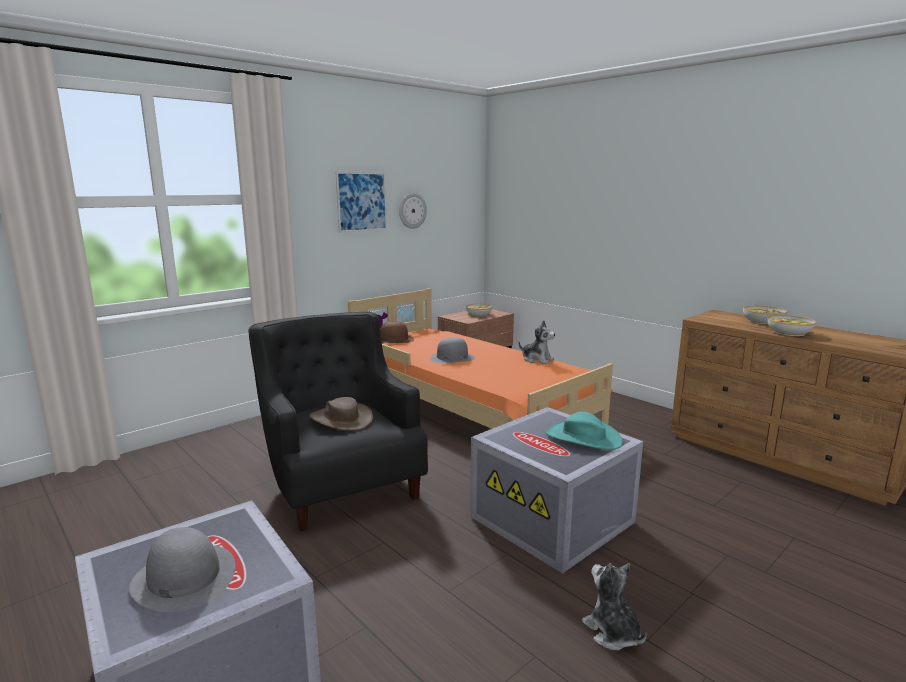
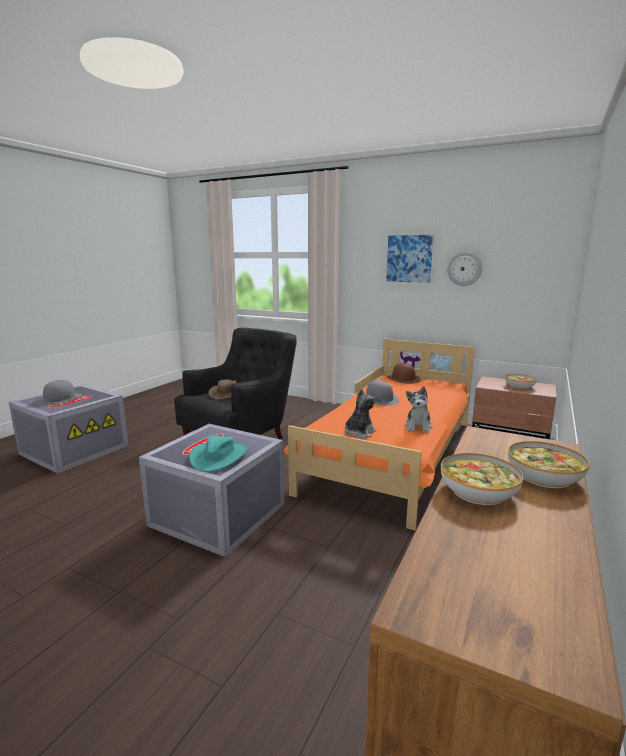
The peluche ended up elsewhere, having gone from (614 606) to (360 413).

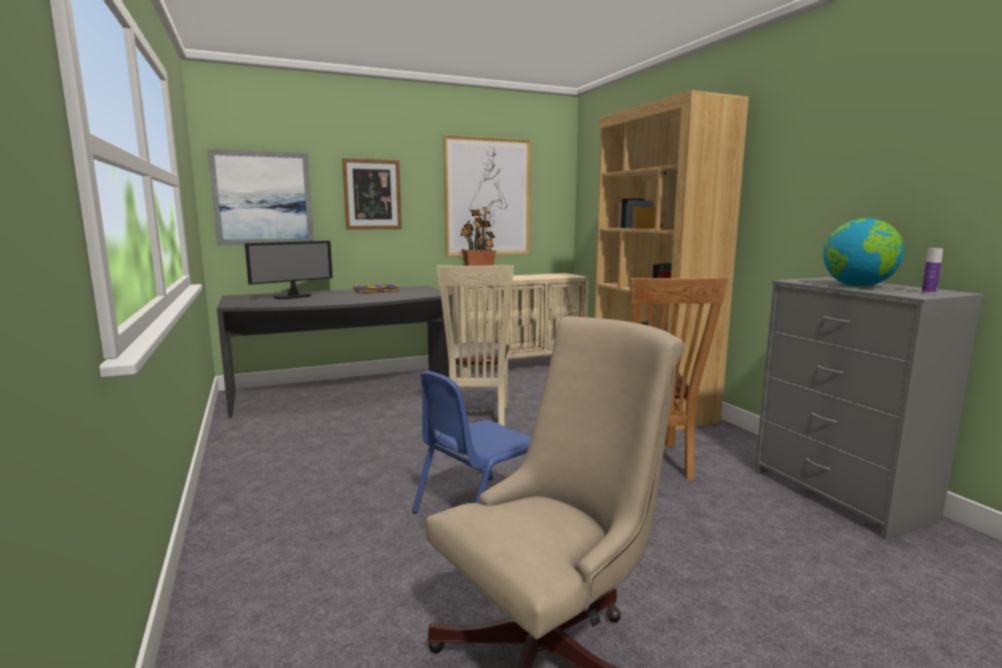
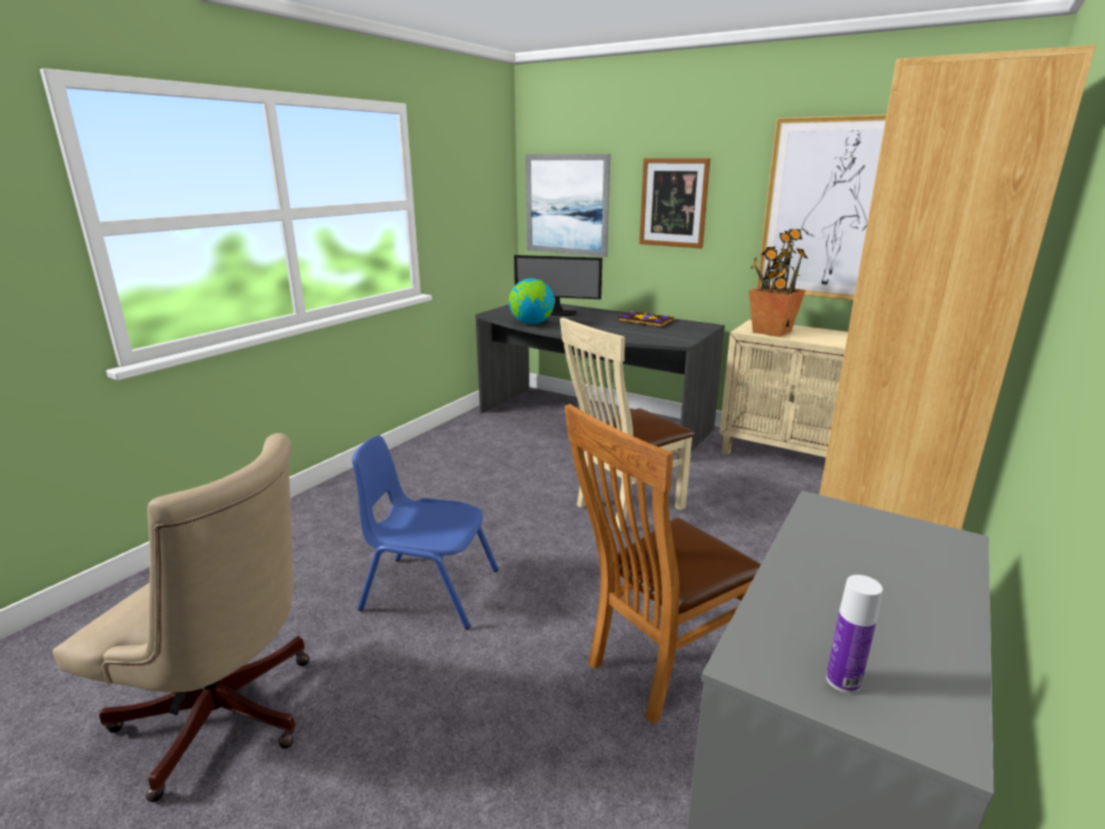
The globo terráqueo ended up elsewhere, having gone from (863 252) to (531 301).

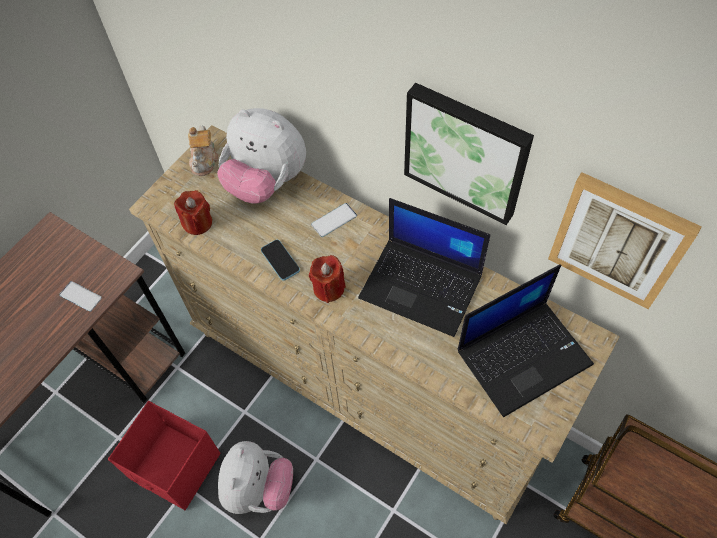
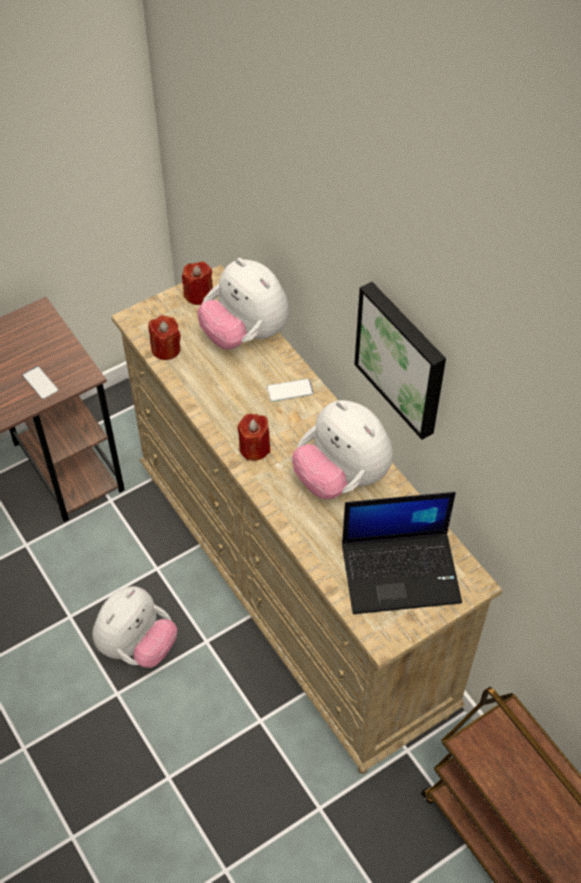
The second view lost the caja de almacenaje/rojo at (164 455).
Where the tetera stood at (203 151), the vela/rojo came to stand at (197 283).
The second view lost the móvil at (280 260).
Where the portátil stood at (424 267), the peluche came to stand at (342 449).
The second view lost the cuadro at (625 240).

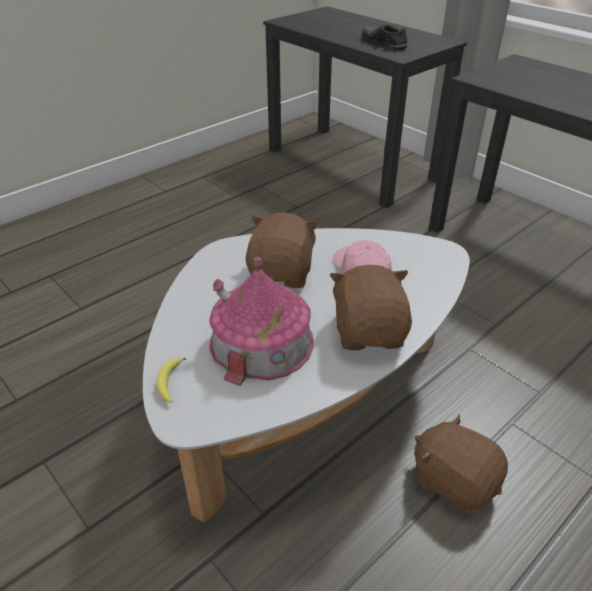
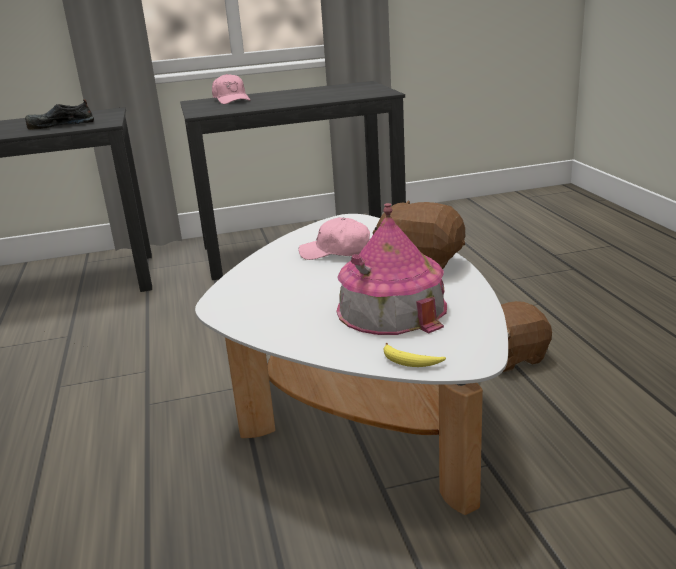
The second view lost the peluche/marrón at (282 250).
The second view gained the gorra/rosa at (231 89).

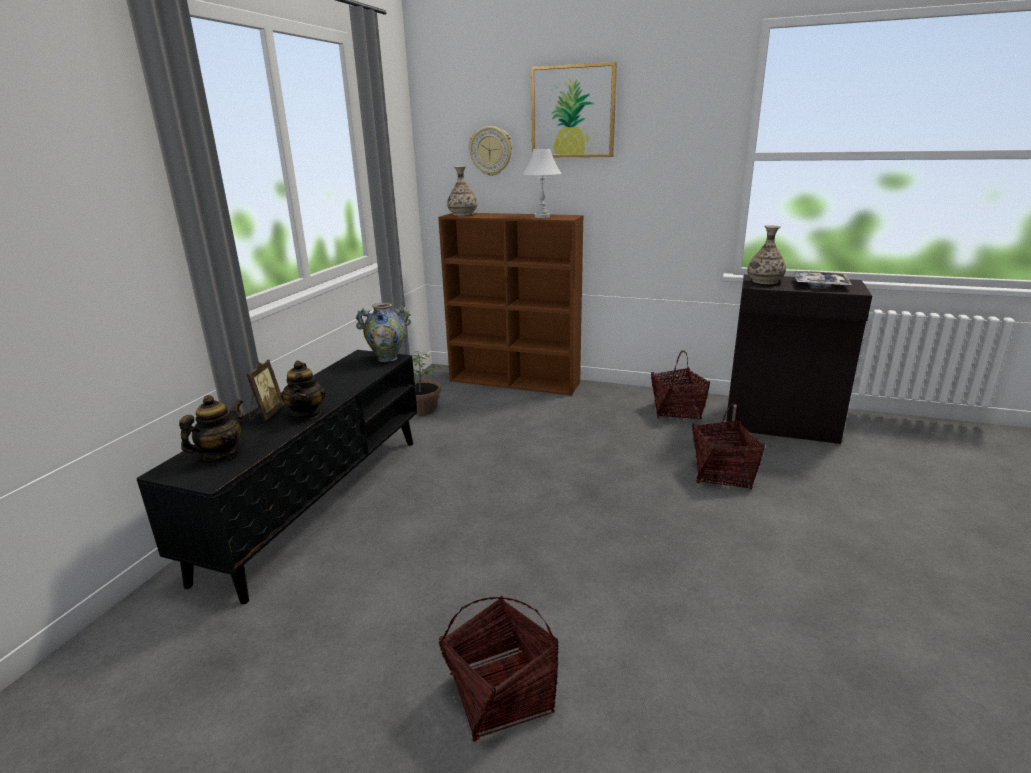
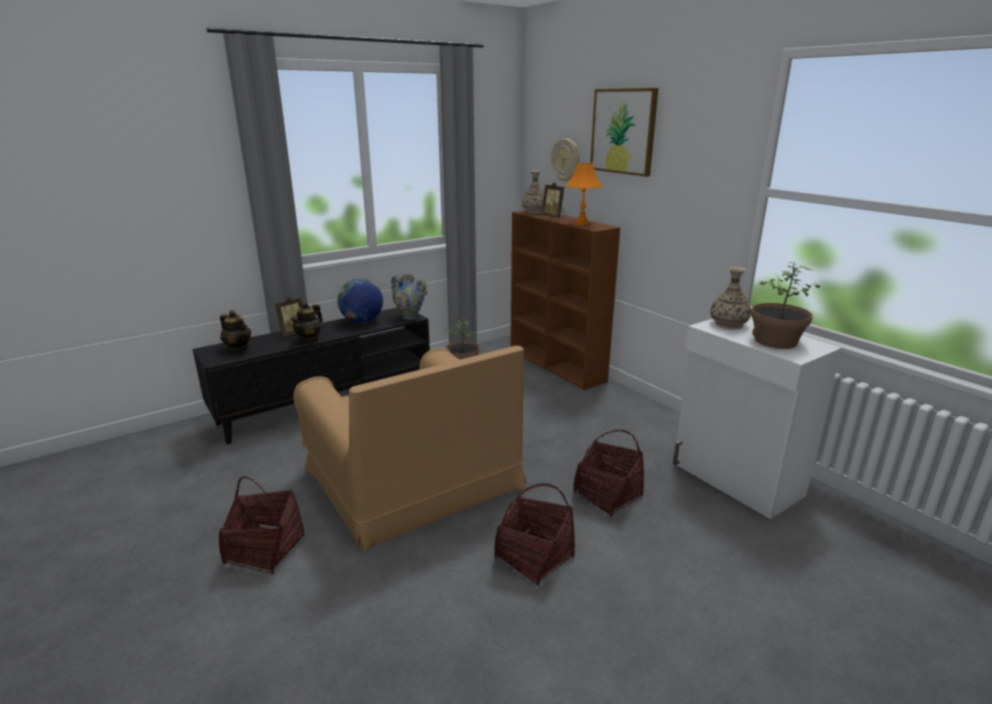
The tetera at (211 428) ended up facing another way, 60 degrees clockwise from before.
What was the lámpara de mesa/blanco at (542 183) turned into the lámpara de mesa/naranja at (584 194).
The cesta ended up elsewhere, having gone from (680 385) to (534 534).
What was the armario/negro at (799 359) turned into the armario/blanco at (757 419).
Where the bandeja stood at (823 279), the planta en maceta came to stand at (785 305).
The second view gained the sillón/marrón at (410 450).
The second view gained the globo terráqueo at (360 301).
The second view gained the portarretratos at (553 200).

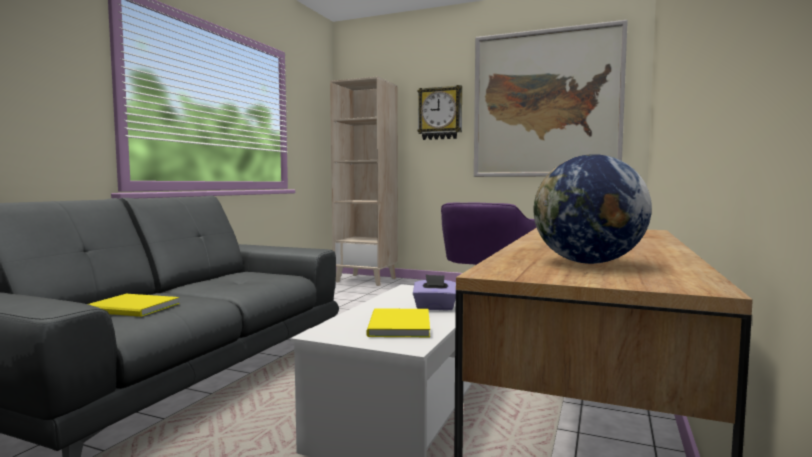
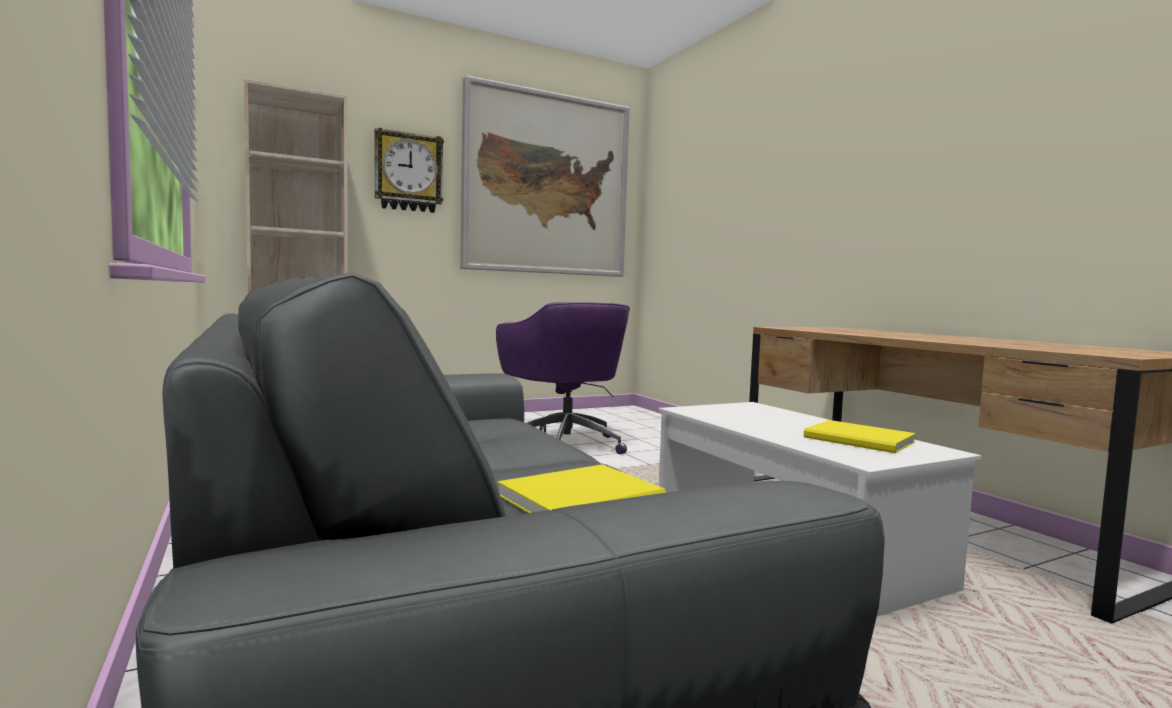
The second view lost the caja de pañuelos/morado at (434 292).
The second view lost the globo terráqueo at (593 209).

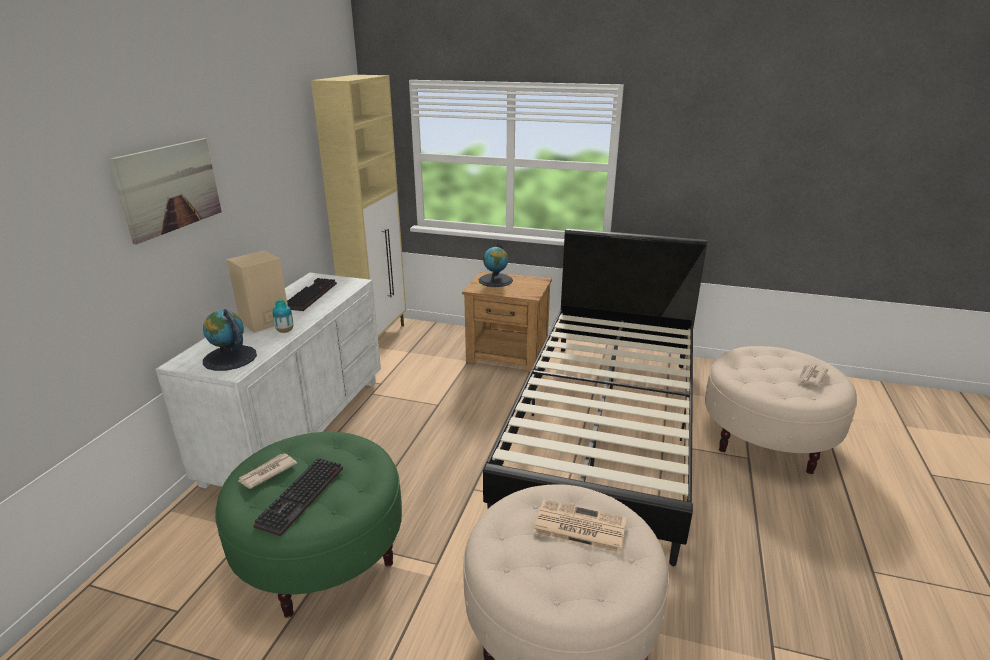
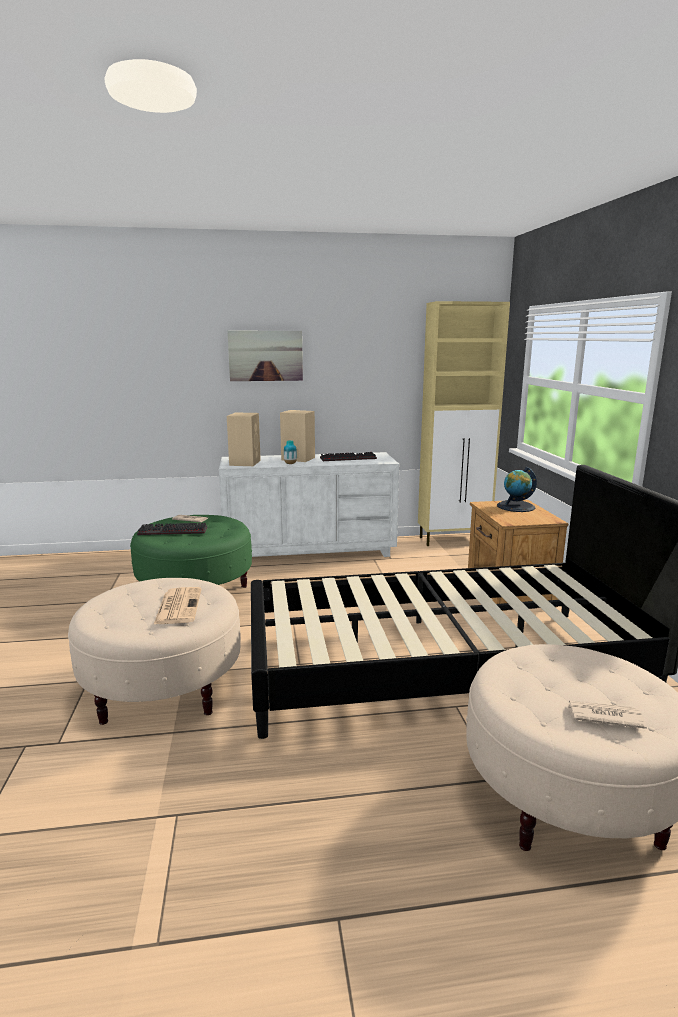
Where the globo terráqueo stood at (230 340), the altavoz/beis came to stand at (244 439).

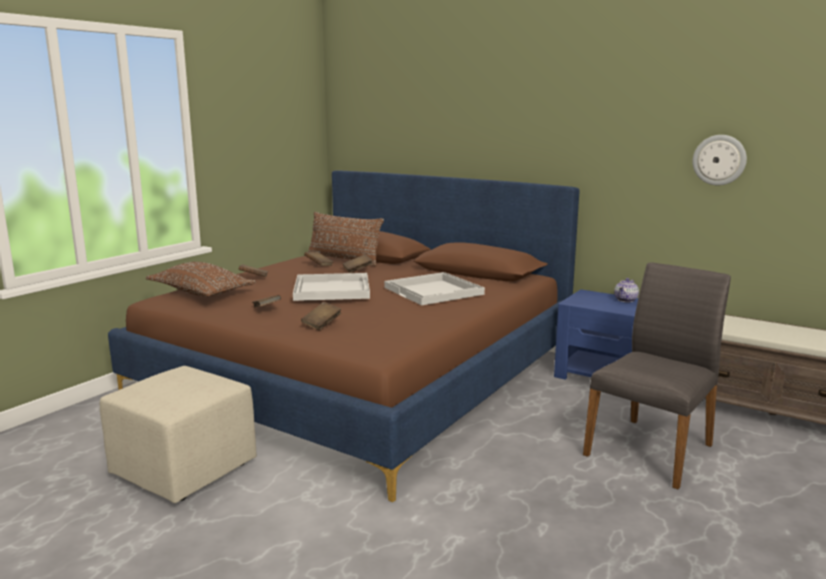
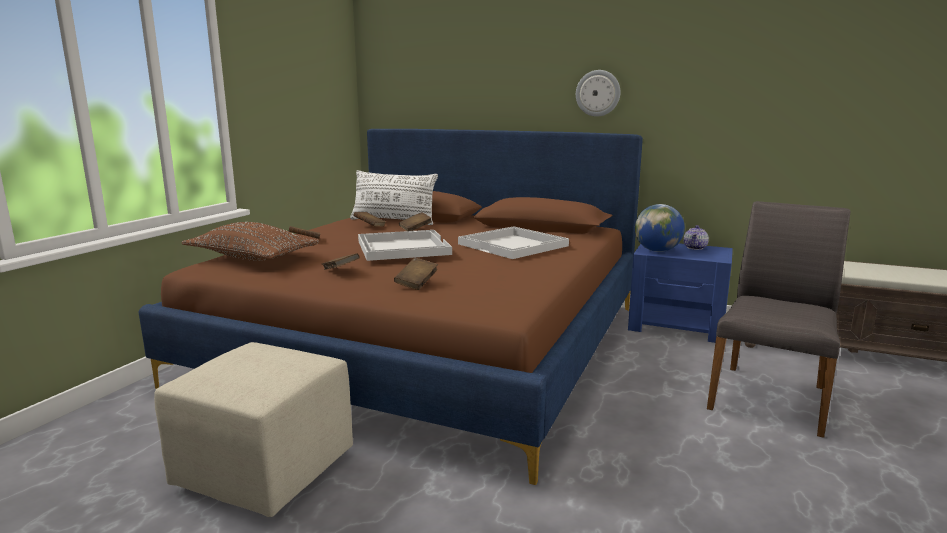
What was the cojín/marrón at (346 239) turned into the cojín/blanco at (394 197).
The reloj de pared ended up elsewhere, having gone from (720 160) to (598 93).
The second view gained the globo terráqueo at (660 228).

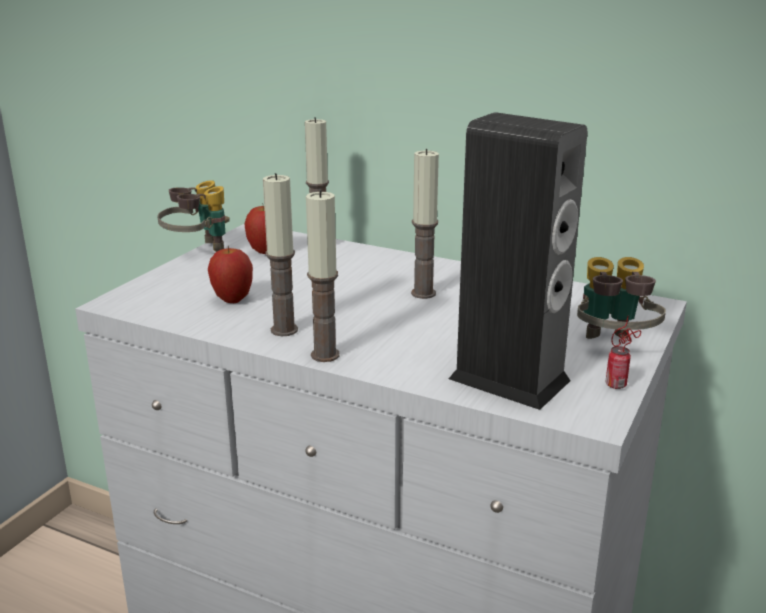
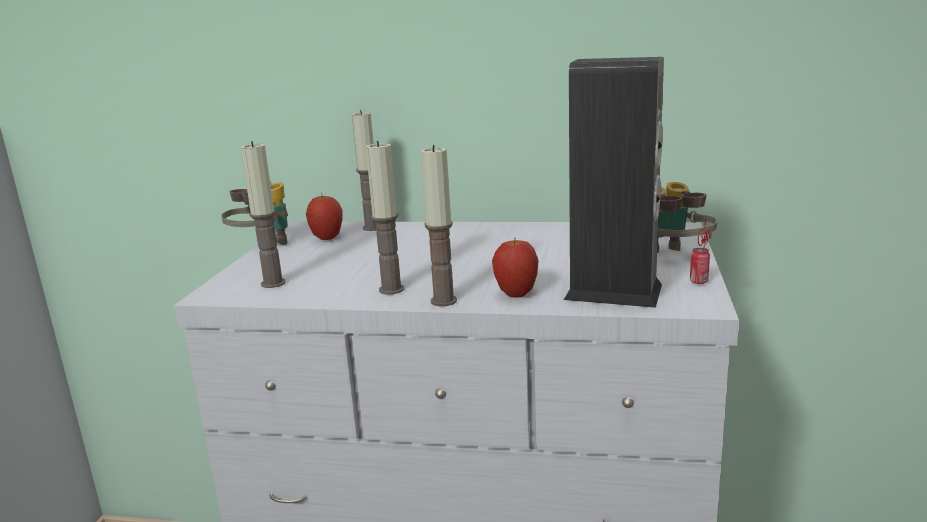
The manzana ended up elsewhere, having gone from (230 274) to (515 268).
The vela ended up elsewhere, having gone from (425 224) to (263 214).

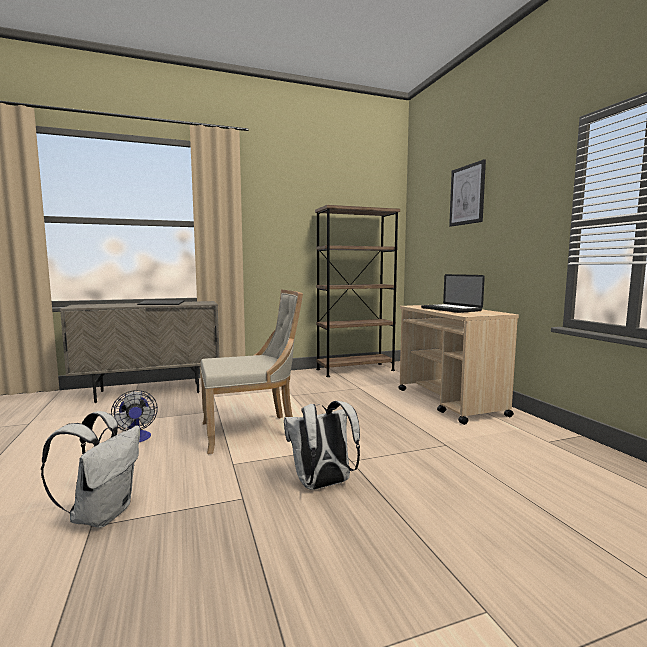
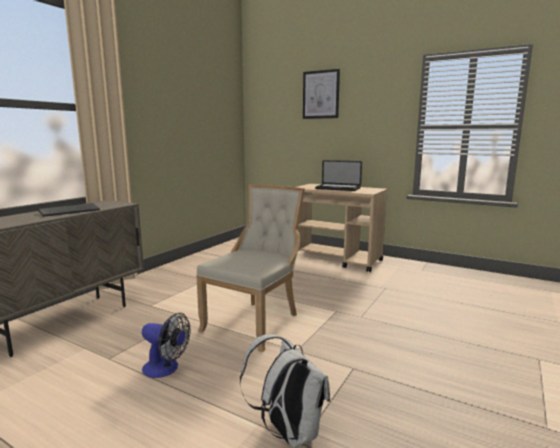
The second view lost the mochila/blanco at (322 445).
The second view lost the estantería/marrón at (357 291).

